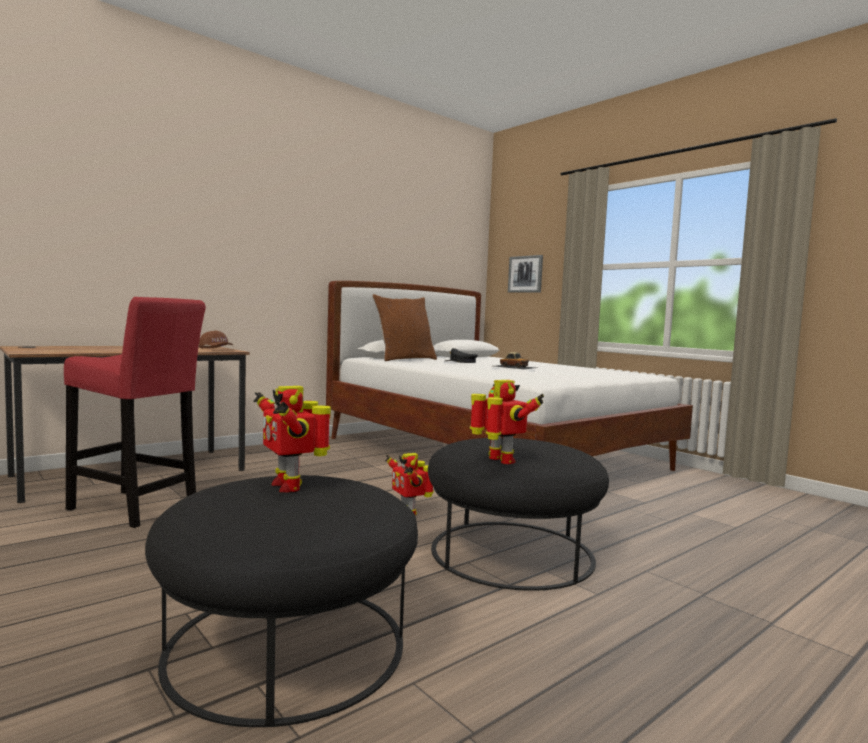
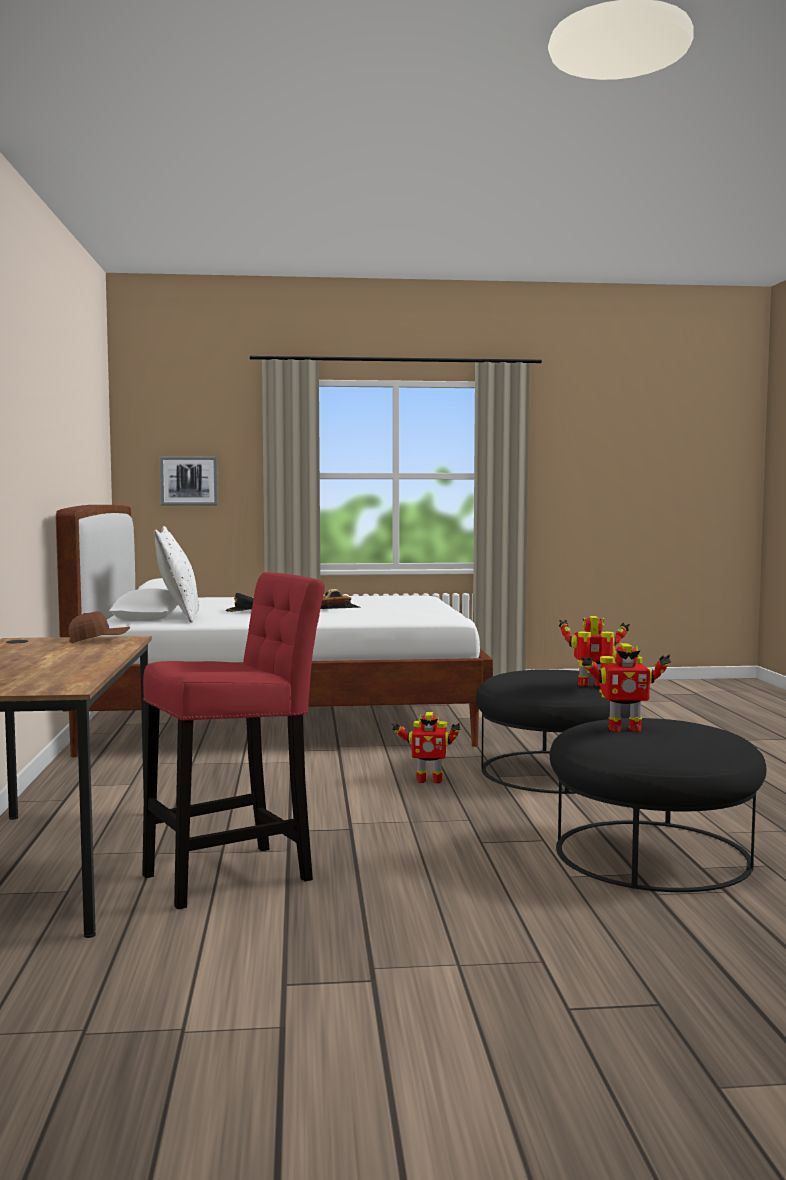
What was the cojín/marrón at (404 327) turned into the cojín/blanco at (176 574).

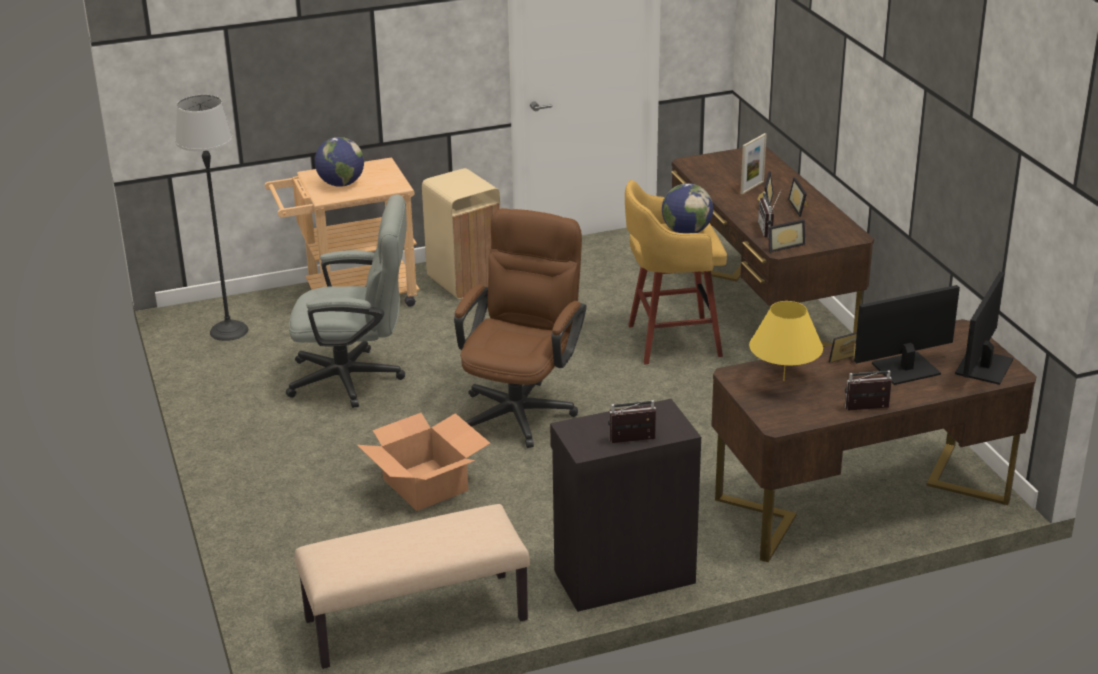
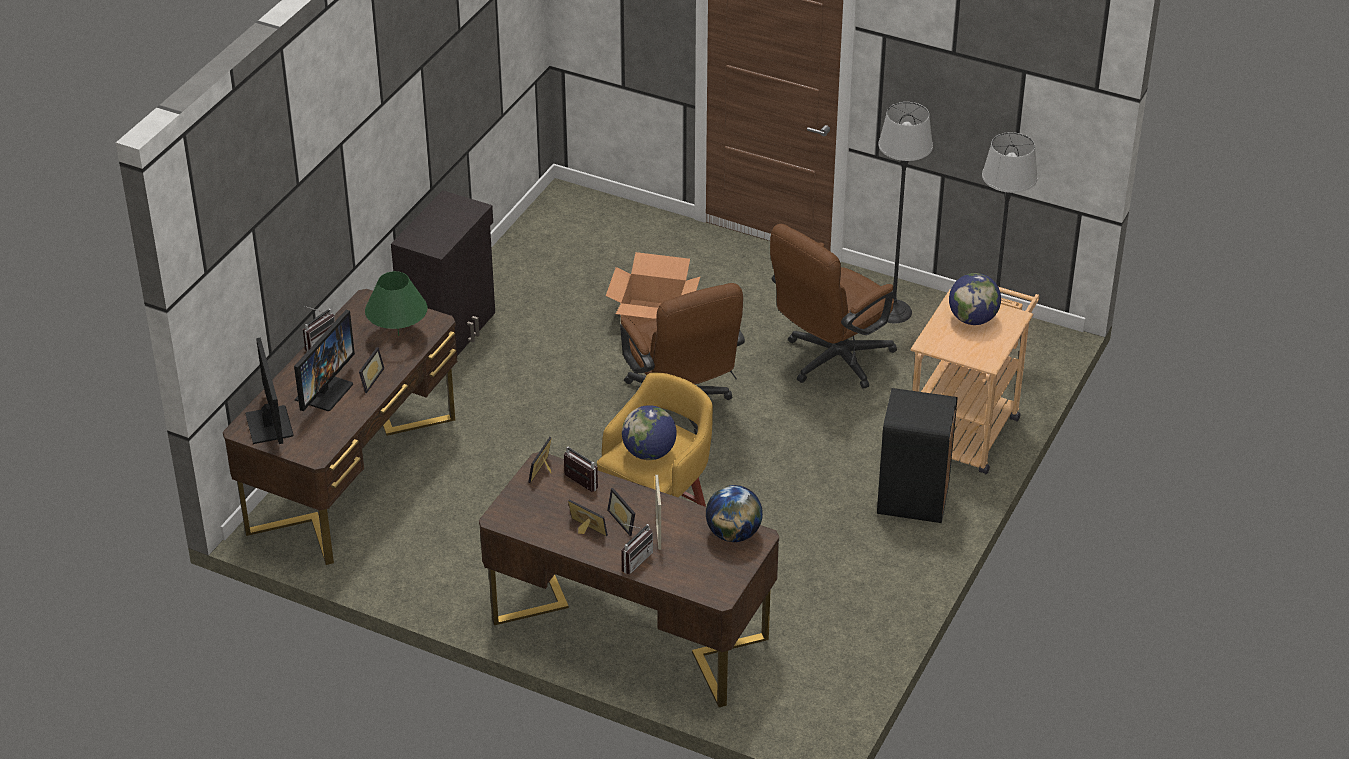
What was the silla de oficina/gris at (346 301) turned into the silla de oficina/marrón at (833 306).
The second view lost the banco/beis at (412 586).
What was the papelera/beis at (461 233) turned into the papelera/negro at (917 455).
The radio ended up elsewhere, having gone from (632 421) to (637 548).
What was the lámpara de mesa/amarillo at (786 341) turned into the lámpara de mesa/verde at (396 303).
The second view gained the globo terráqueo at (734 513).
The second view gained the lámpara de pie at (905 212).

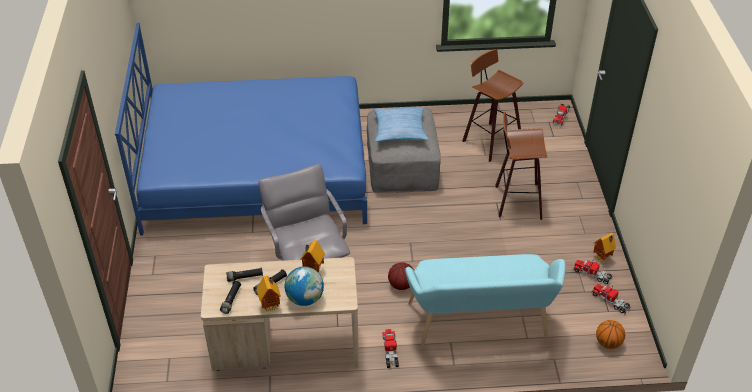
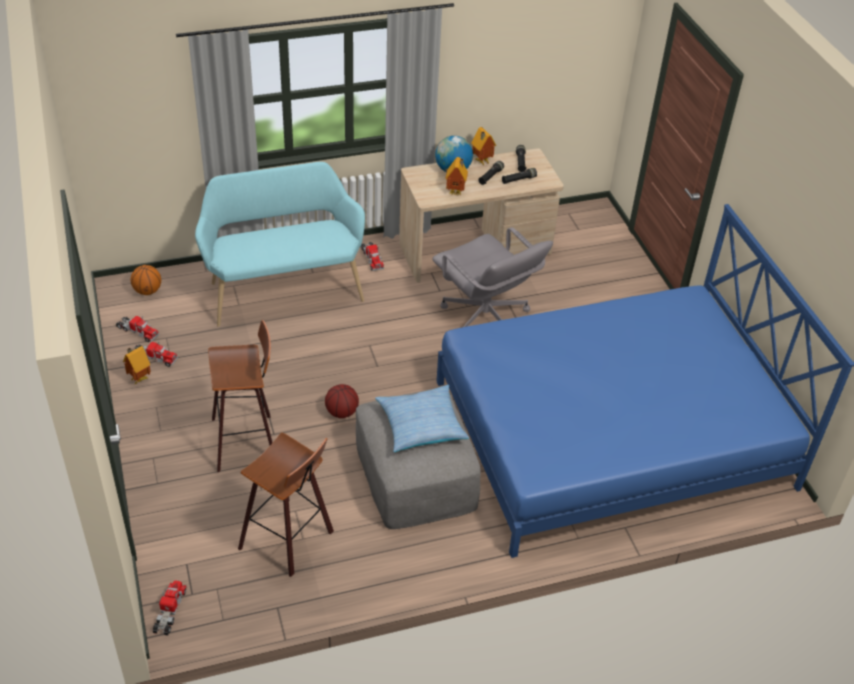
The balón de baloncesto ended up elsewhere, having gone from (401 276) to (342 401).

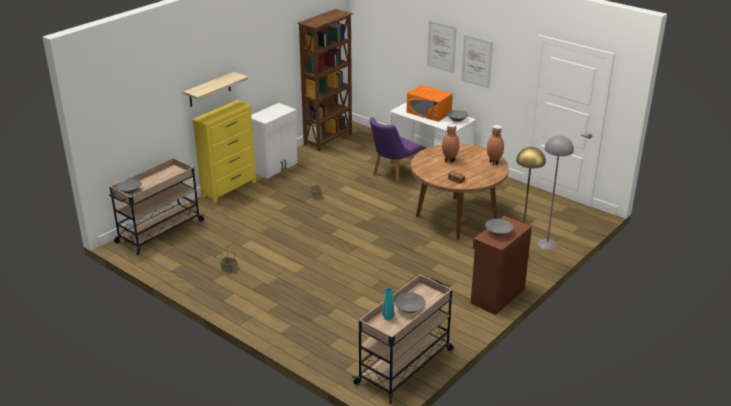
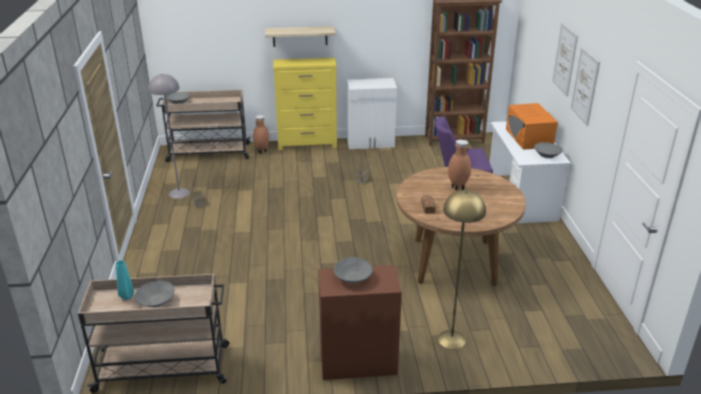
The florero/marrón ended up elsewhere, having gone from (495 145) to (261 134).
The lámpara de pie/gris ended up elsewhere, having gone from (555 192) to (169 136).

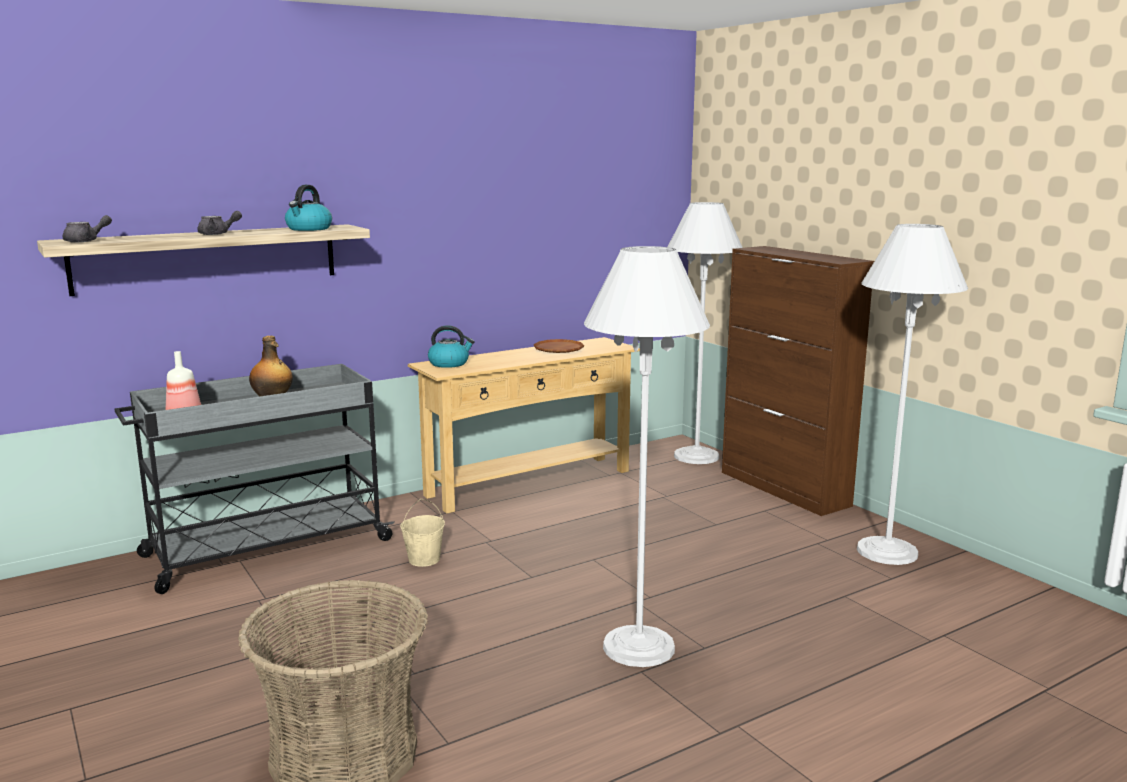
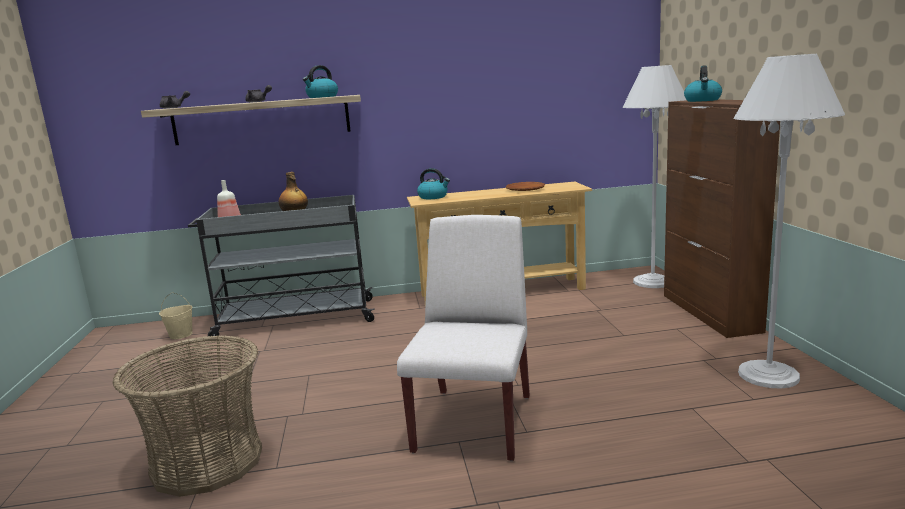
The cubo/beis ended up elsewhere, having gone from (422 533) to (176 315).
Where the lámpara de pie/blanco stood at (647 456), the silla/blanco came to stand at (463 338).
The second view gained the hervidor at (703 83).

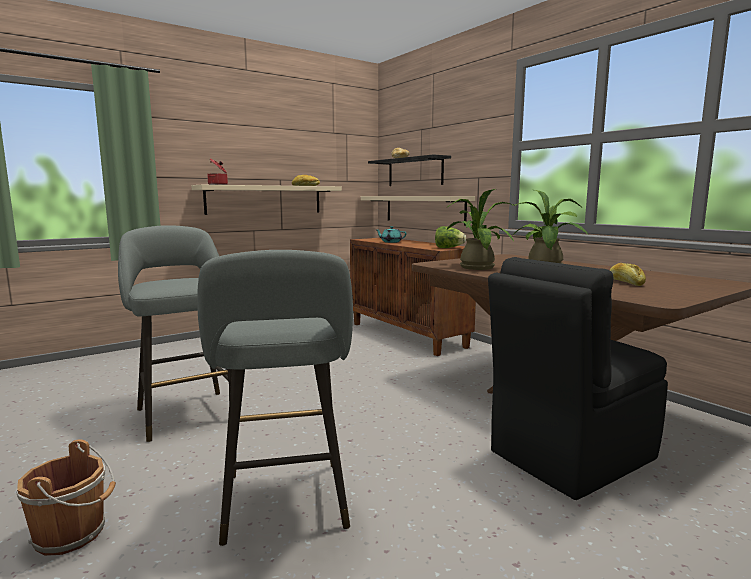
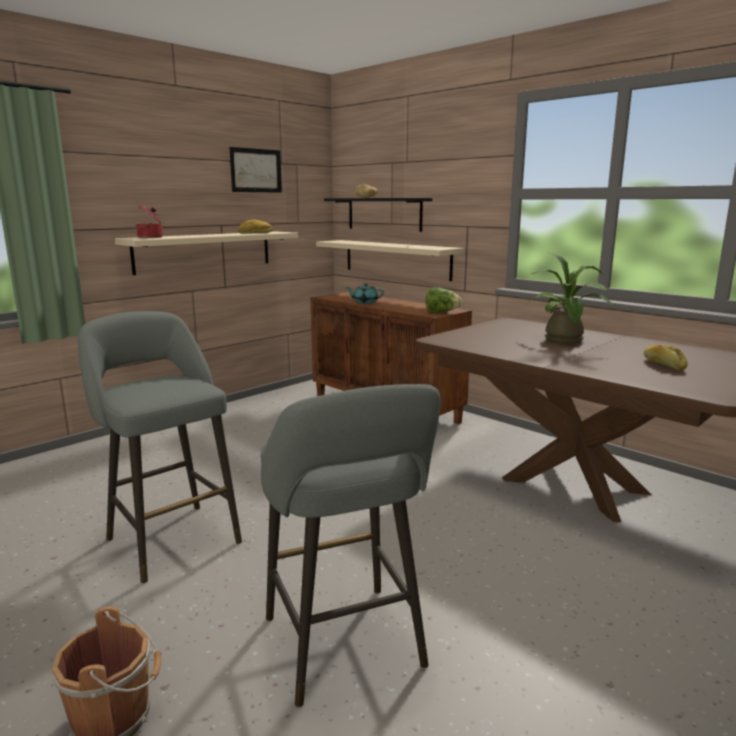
The second view lost the planta en maceta at (481 229).
The second view lost the silla/negro at (578 378).
The second view gained the cuadro at (255 170).

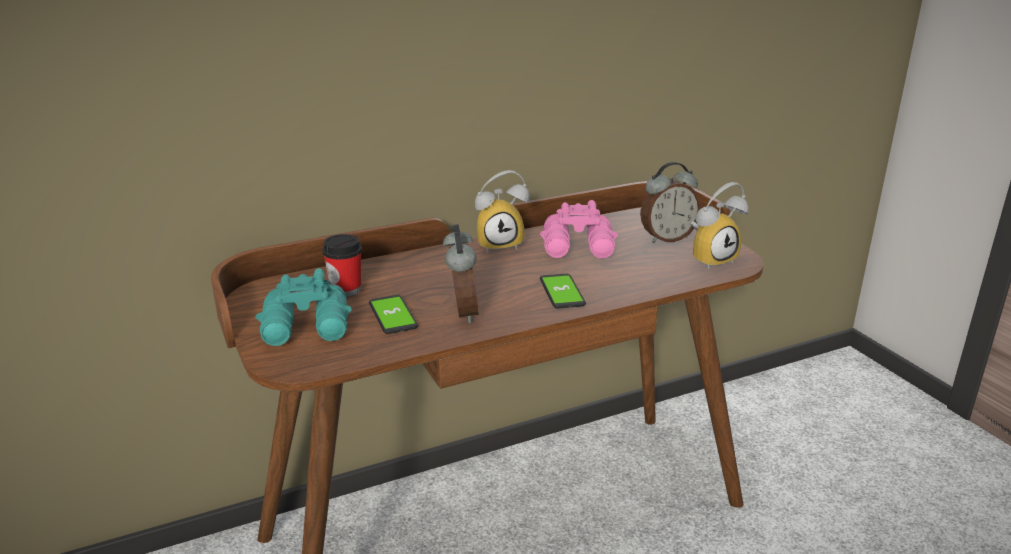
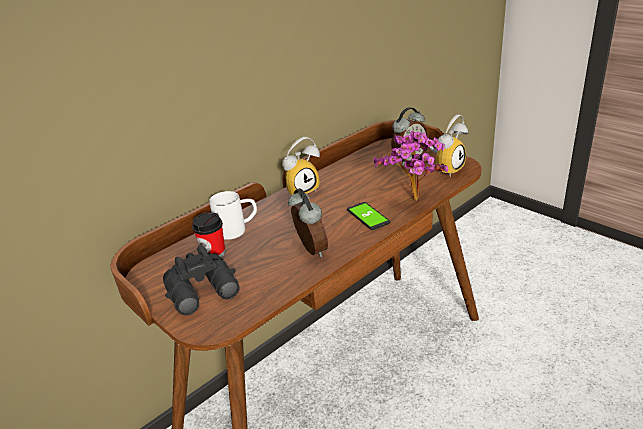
What was the prismáticos/turquesa at (304 307) turned into the prismáticos/negro at (201 280).
The second view lost the móvil at (393 314).
The second view lost the prismáticos/rosa at (579 229).
The second view gained the taza grande/blanco at (233 215).
The second view gained the planta en maceta at (410 166).

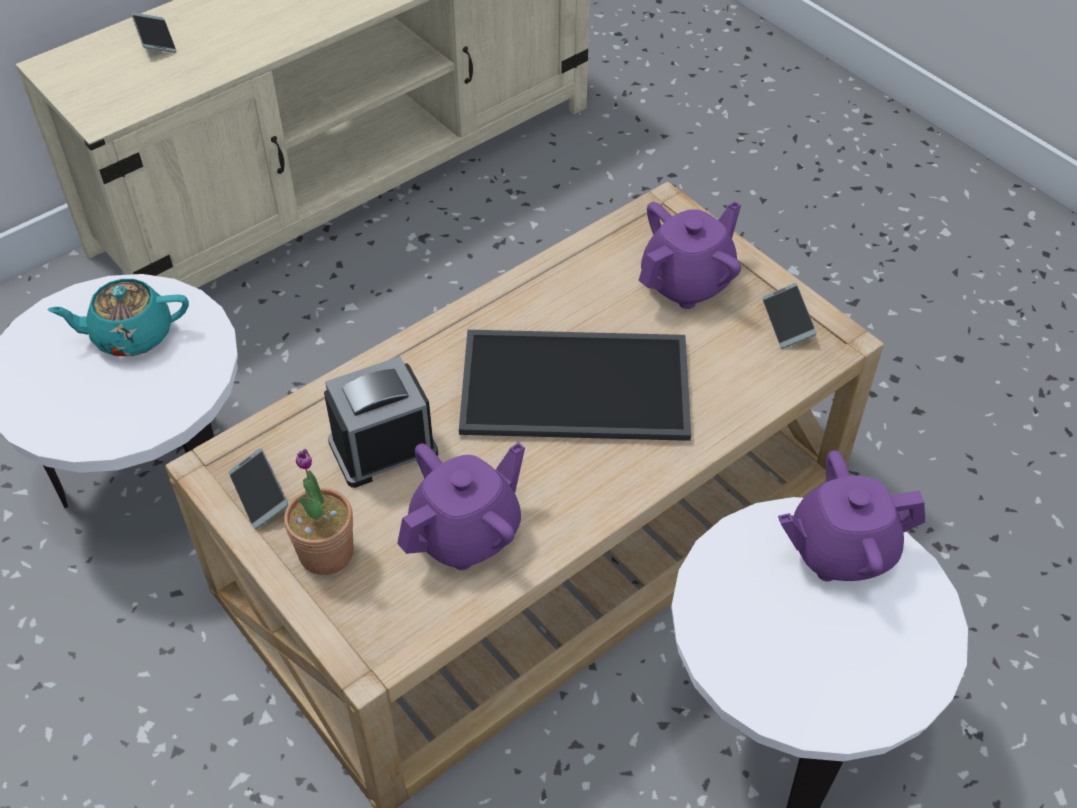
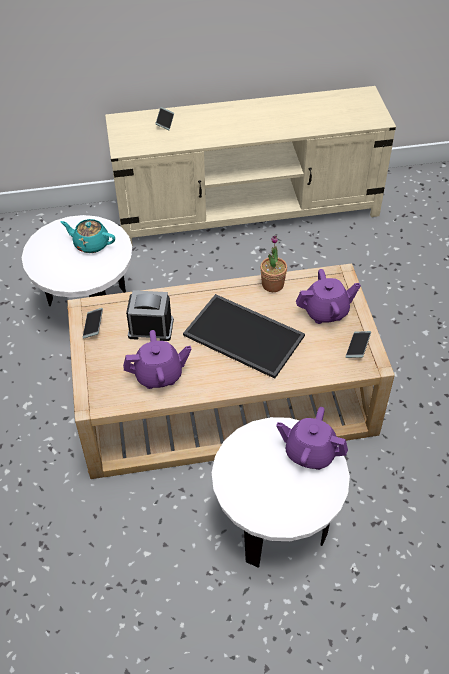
The planta en maceta ended up elsewhere, having gone from (319 512) to (273 263).

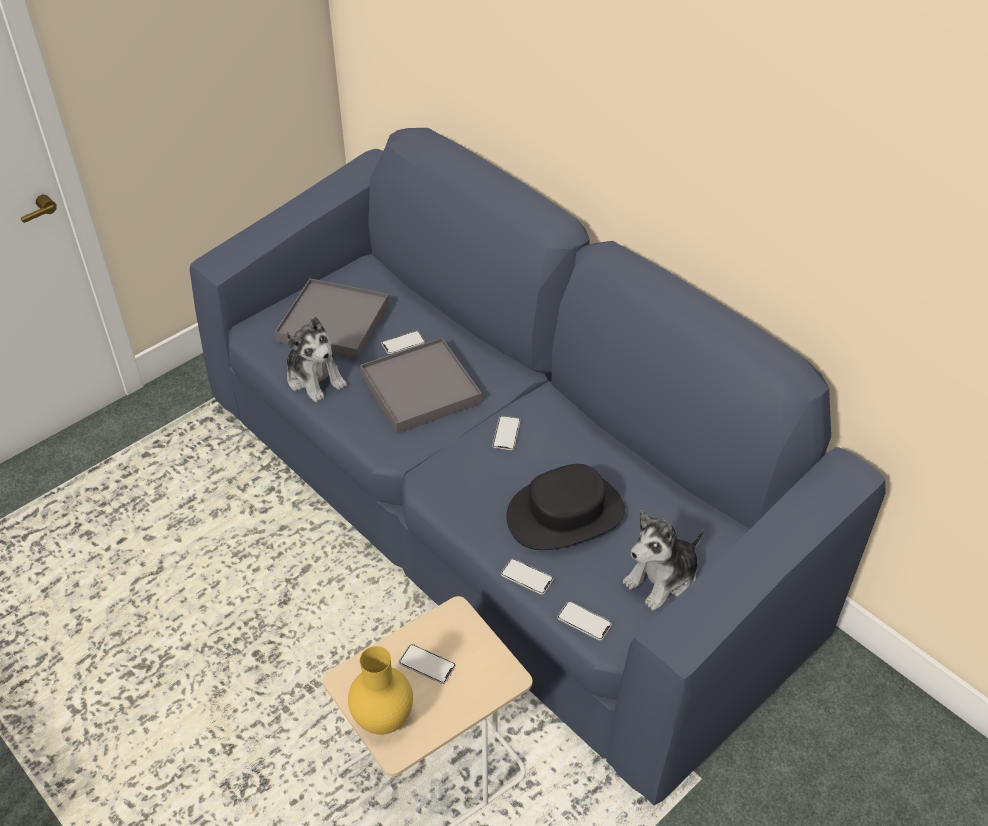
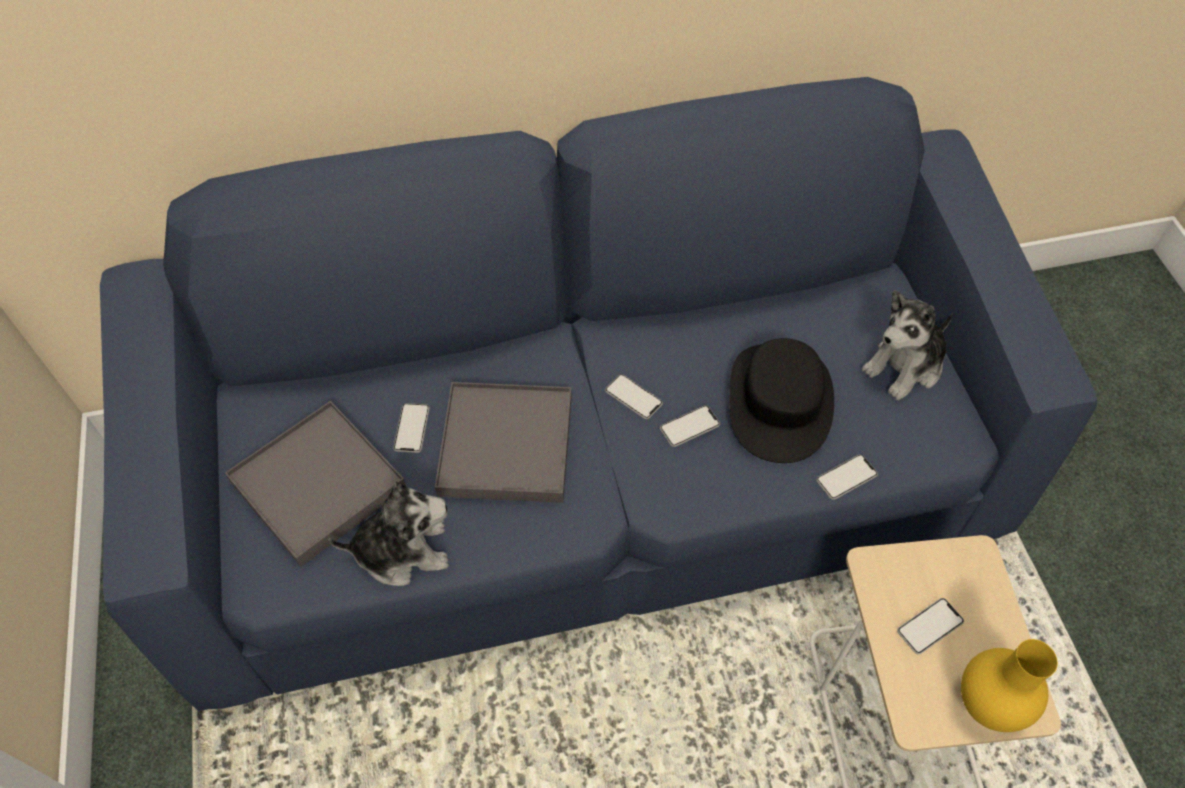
The móvil ended up elsewhere, having gone from (584 620) to (690 426).
The peluche at (663 560) ended up facing another way, 60 degrees clockwise from before.

